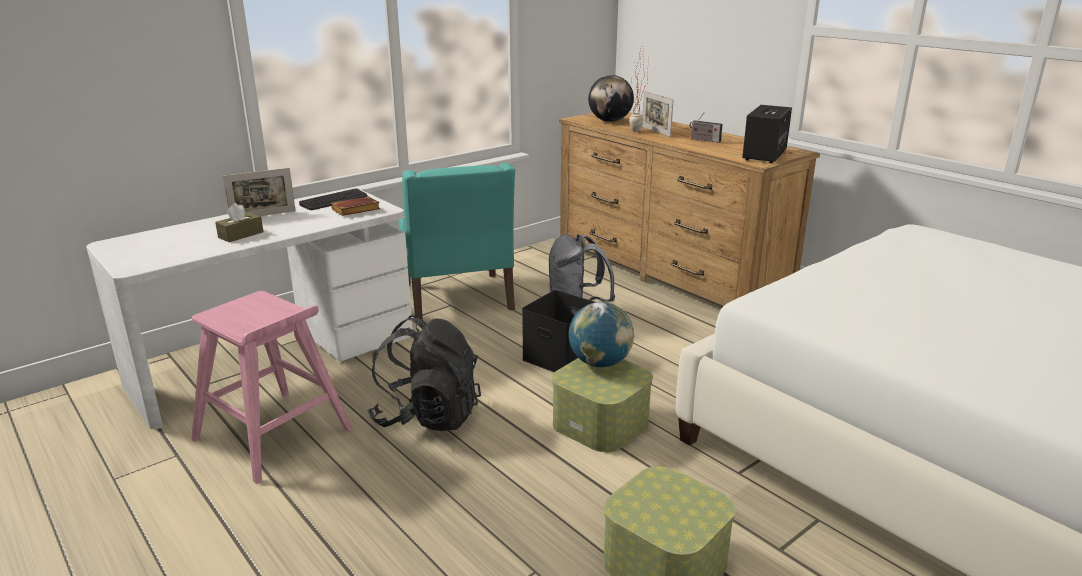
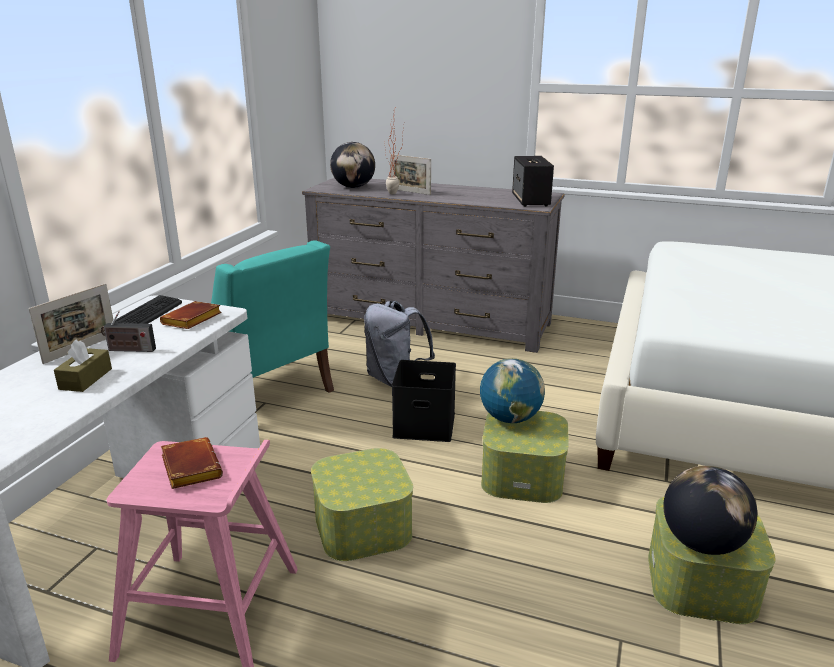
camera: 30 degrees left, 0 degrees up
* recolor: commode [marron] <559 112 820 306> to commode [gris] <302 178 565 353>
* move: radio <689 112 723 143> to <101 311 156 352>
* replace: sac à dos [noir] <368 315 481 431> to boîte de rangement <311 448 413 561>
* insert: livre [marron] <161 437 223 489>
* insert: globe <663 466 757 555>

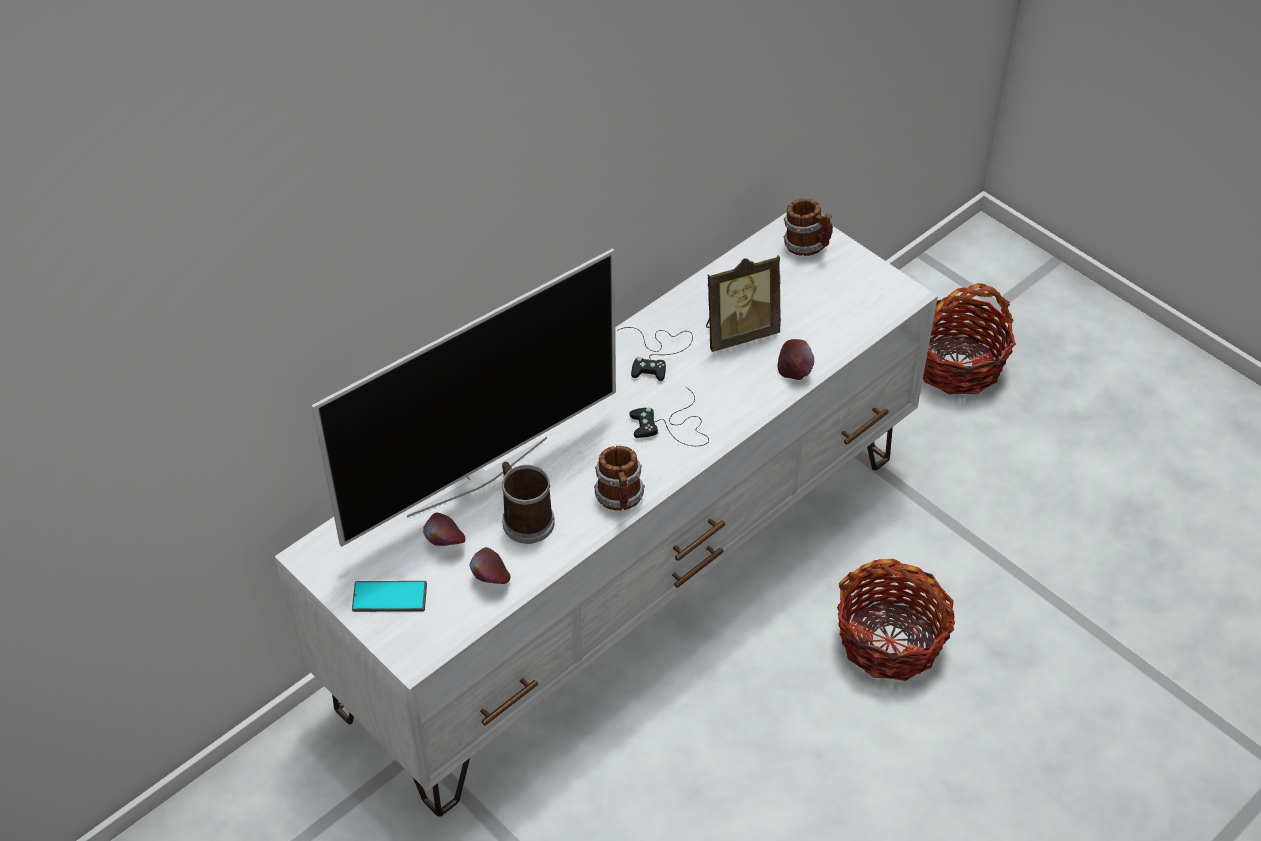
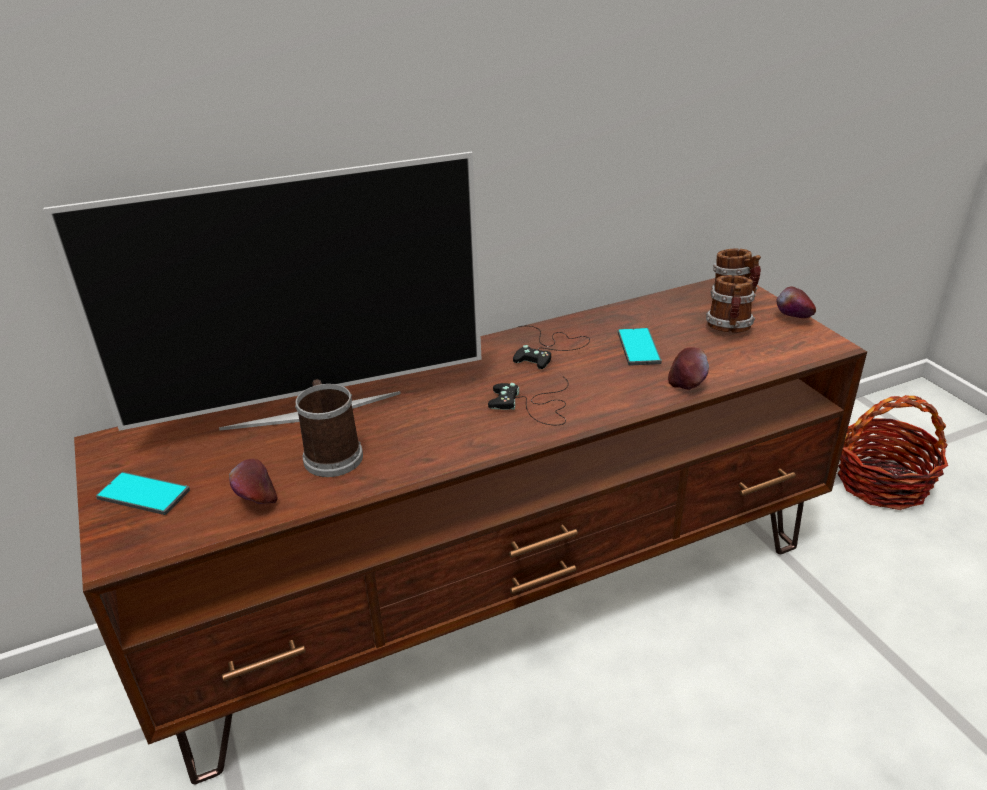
camera: 20 degrees right, 15 degrees down
* recolor: meuble télé [blanc] <275 212 938 817> to meuble télé [marron] <74 278 867 785>
* replace: cadre photo <706 255 781 352> to téléphone <618 328 662 366>
* move: mug <594 446 645 510> to <706 275 756 332>
* move: pomme <423 513 466 546> to <776 286 816 318>
* delete: panier <837 559 955 681>

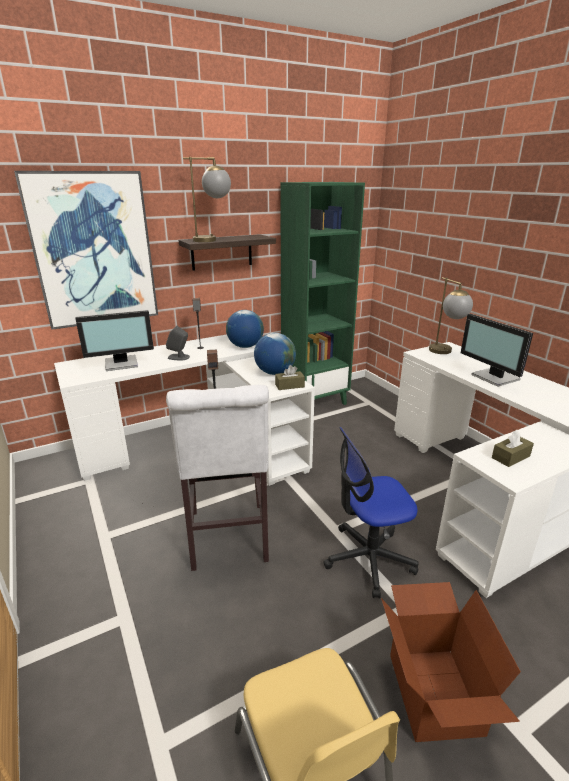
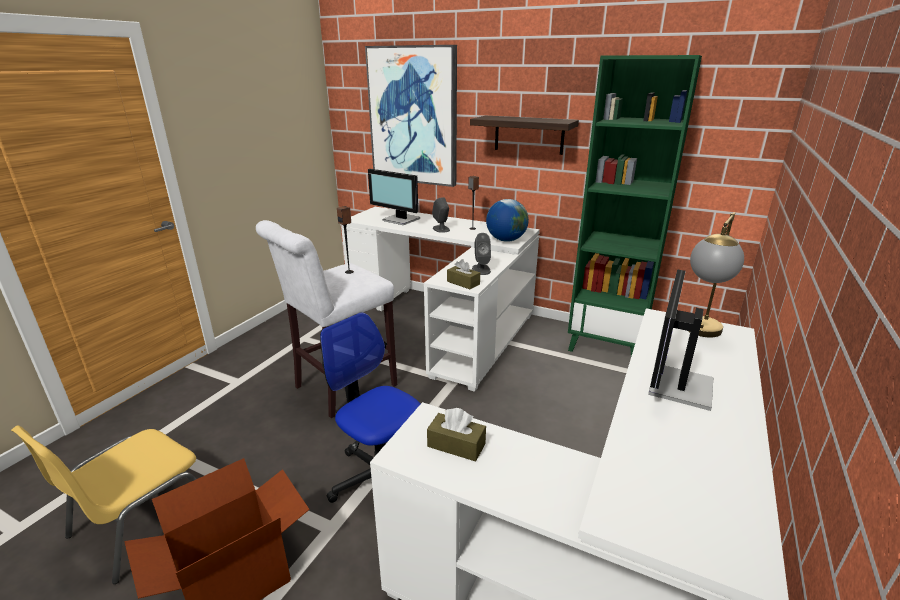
camera: 55 degrees right, 0 degrees up
* delete: lampe de table <183 157 231 242>
* replace: globe <254 333 296 375> to enceinte [gris] <472 233 491 275>

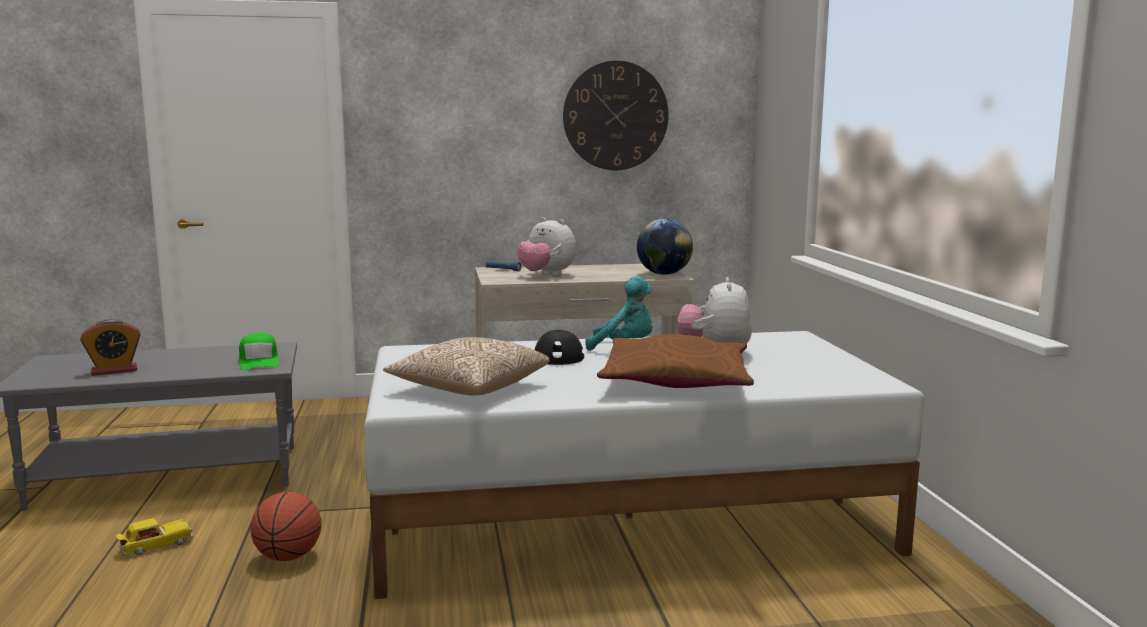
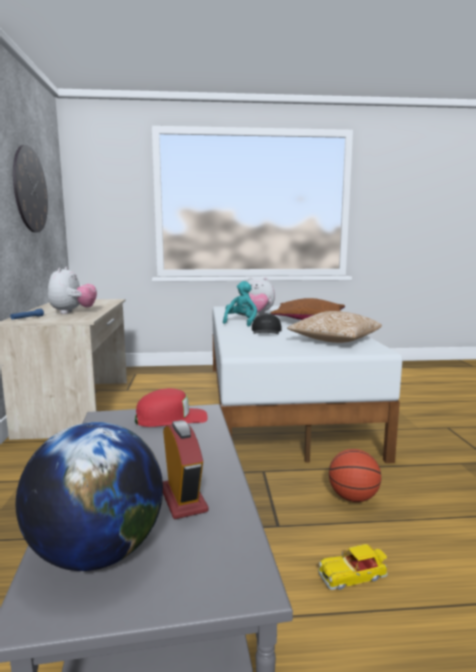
camera: 85 degrees left, 0 degrees up
* rotate: peluche <517 217 576 276> = <48 267 97 314> 45 degrees counterclockwise
* move: globe <637 218 693 275> to <16 422 163 571>
* recolor: casquette [vert] <239 333 279 370> to casquette [rouge] <135 388 208 427>
* rotate: petite voiture <116 518 193 556> = <318 544 387 590> 75 degrees counterclockwise

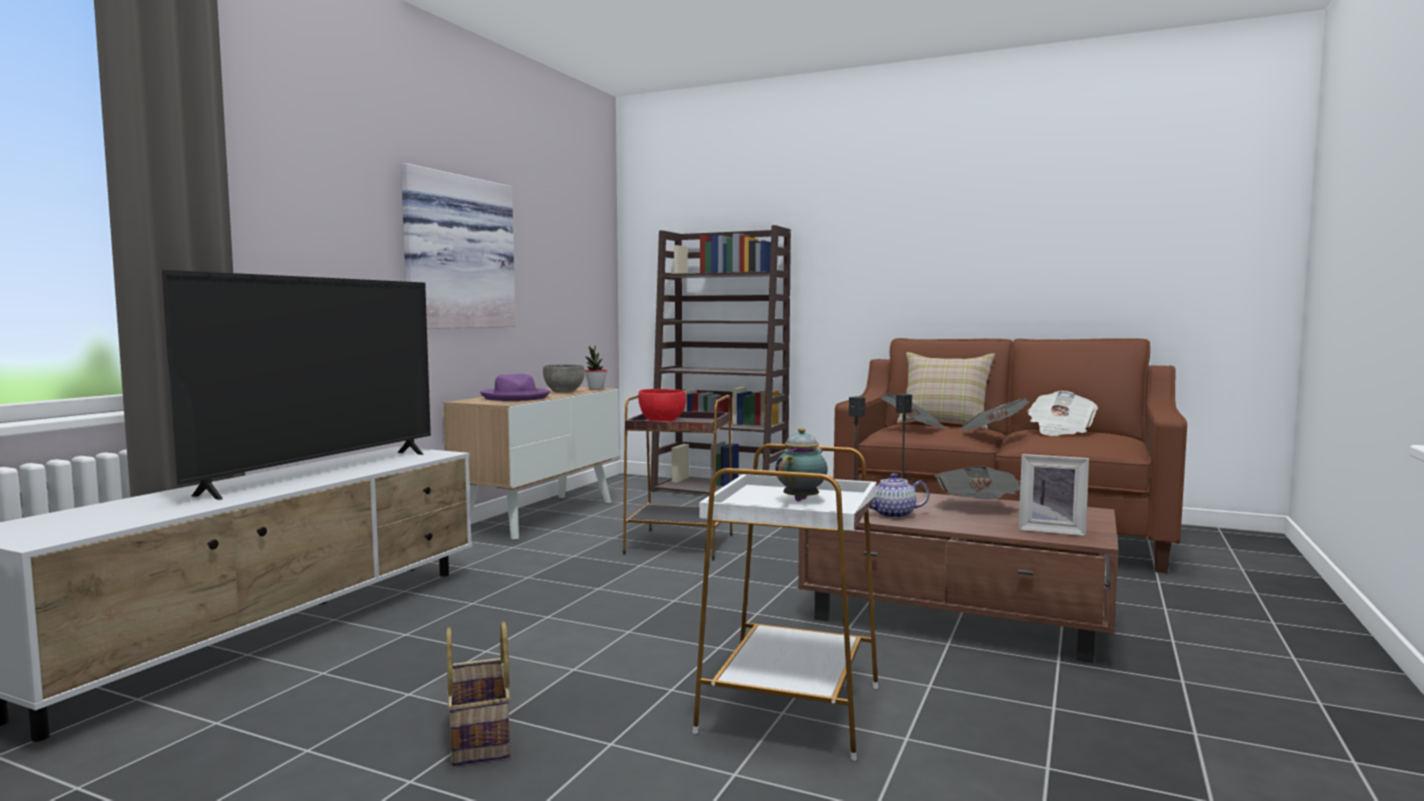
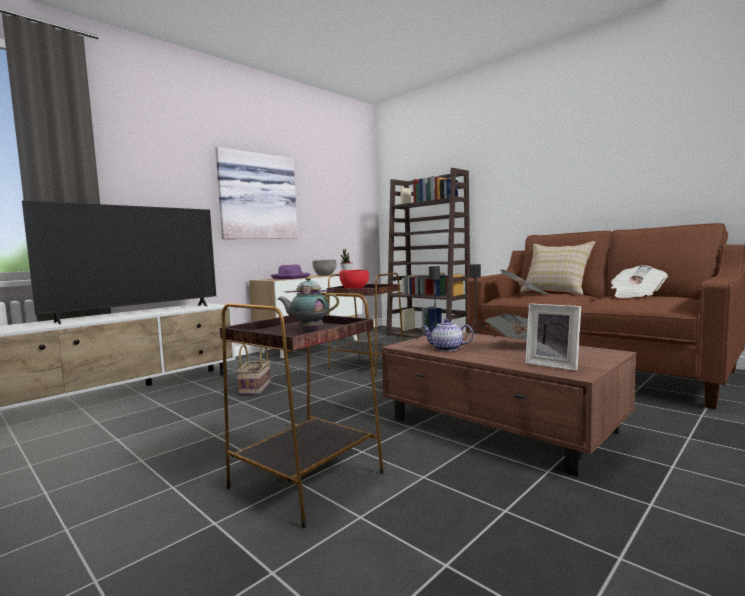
camera: 20 degrees right, 0 degrees up
* delete: journal <958 398 1030 430>
* rotate: théière <775 428 828 501> = <278 277 339 330> 135 degrees counterclockwise
* recolor: table d'appoint [blanc] <693 444 878 760> to table d'appoint [marron] <220 292 384 528>
* move: panier <446 621 510 766> to <236 344 271 395>

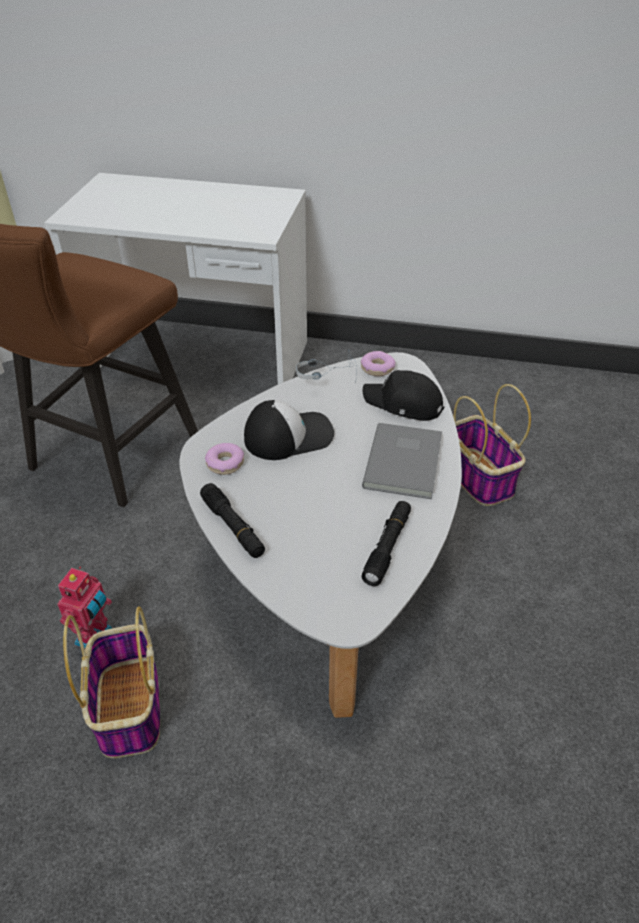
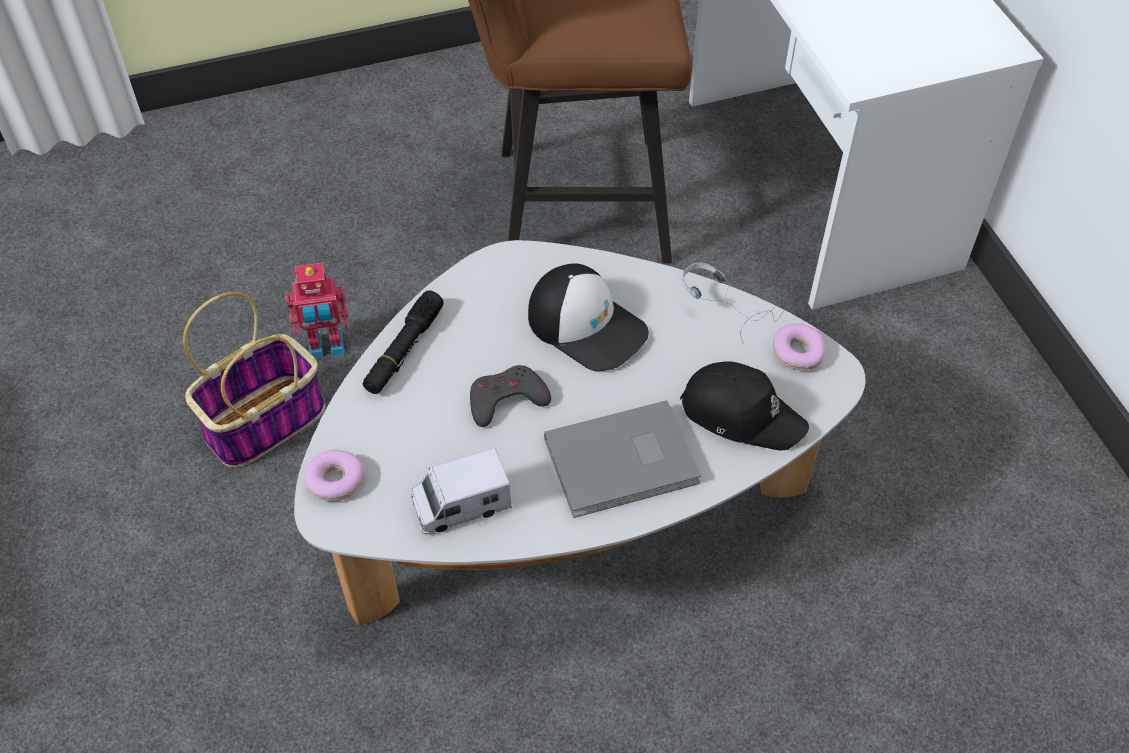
camera: 60 degrees right, 10 degrees up
* rotate: casquette [noir] <363 370 444 421> = <680 361 809 450> 120 degrees clockwise
* delete: panier <453 384 531 506>
* move: beignet <205 443 244 475> to <305 450 365 502>
* replace: lampe de poche [noir] <362 501 411 586> to camion jouet <411 448 512 535>
* insert: manette [gris] <470 365 551 427>

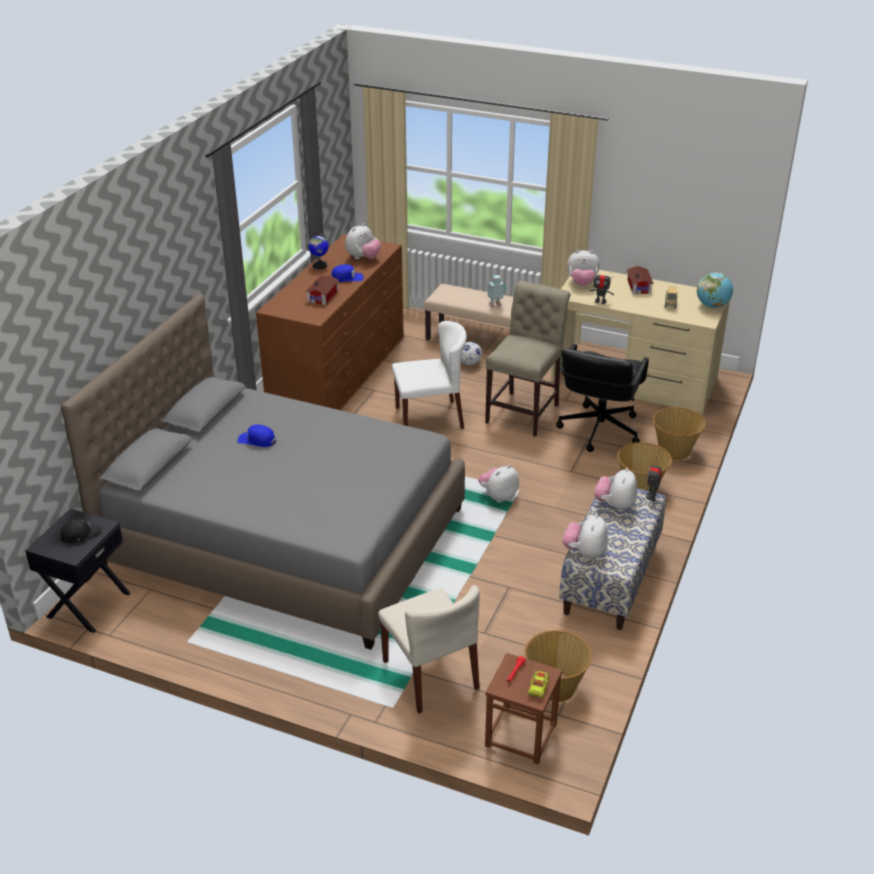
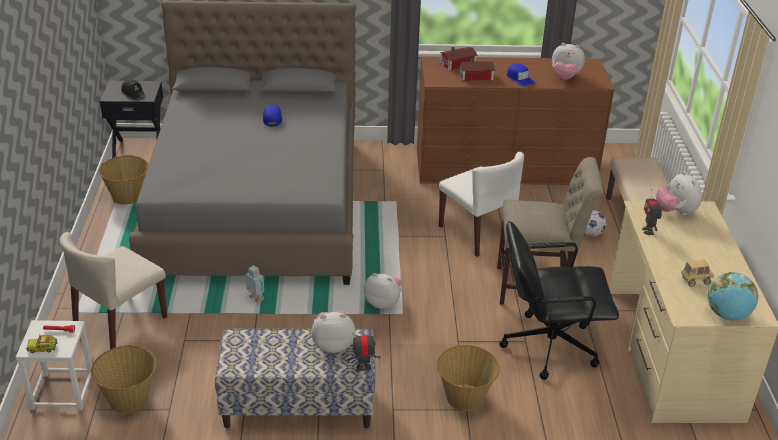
camera: 65 degrees right, 0 degrees up
* delete: globe <308 233 329 269>
* move: maison miniature <627 266 654 294> to <440 47 478 70>
* move: robot jouet <488 275 506 307> to <246 265 264 303>
* move: panier <653 407 706 460> to <99 155 149 205>
* delete: peluche <563 514 608 560>
* recolor: tabouret [marron] <485 653 562 764> to tabouret [blanc] <16 320 92 410>

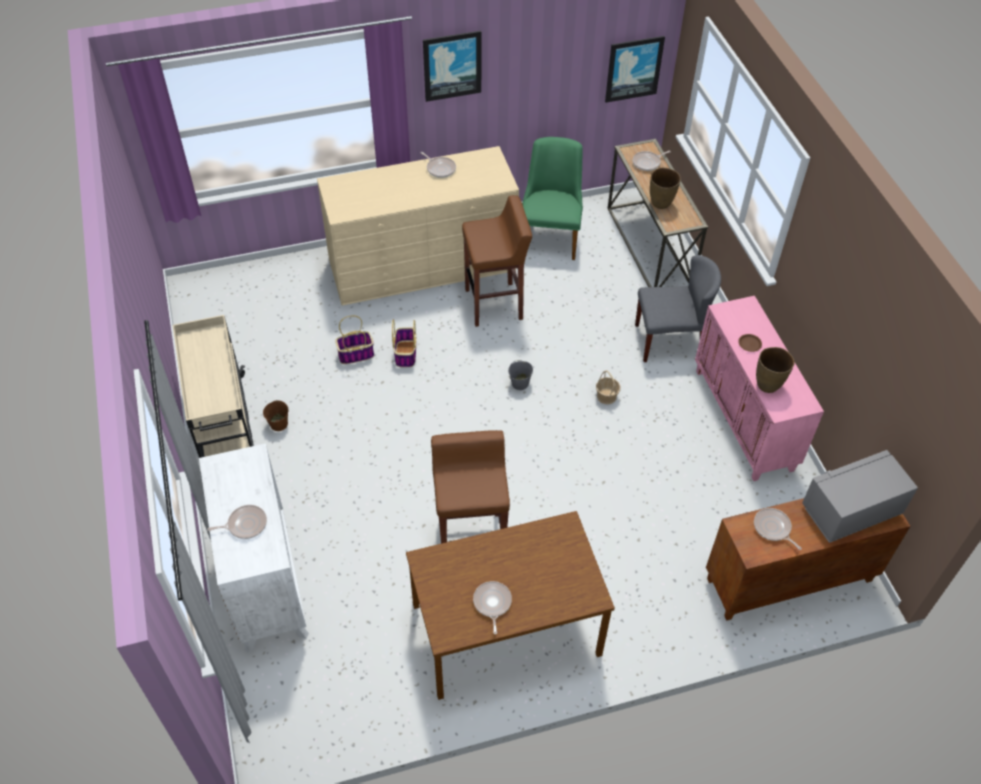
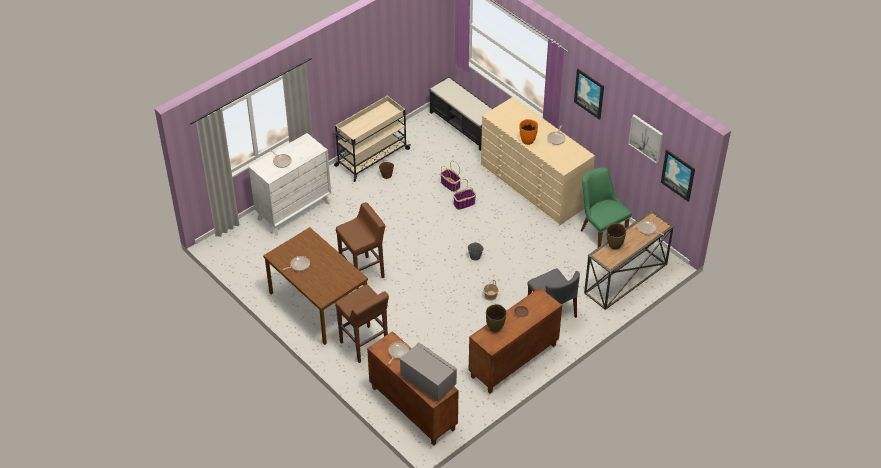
camera: 65 degrees right, 5 degrees down
* rotate: chaise [vert] <522 137 583 260> = <581 167 632 247> 105 degrees counterclockwise
* move: tabouret [marron] <462 195 532 327> to <335 285 389 363>
* recolor: meuble de rangement [rose] <695 296 824 481> to meuble de rangement [marron] <469 287 562 394>
* insert: banc [noir] <429 76 493 151>
* insert: tableau <628 114 663 164>
* insert: vase [orange] <520 119 538 145>

